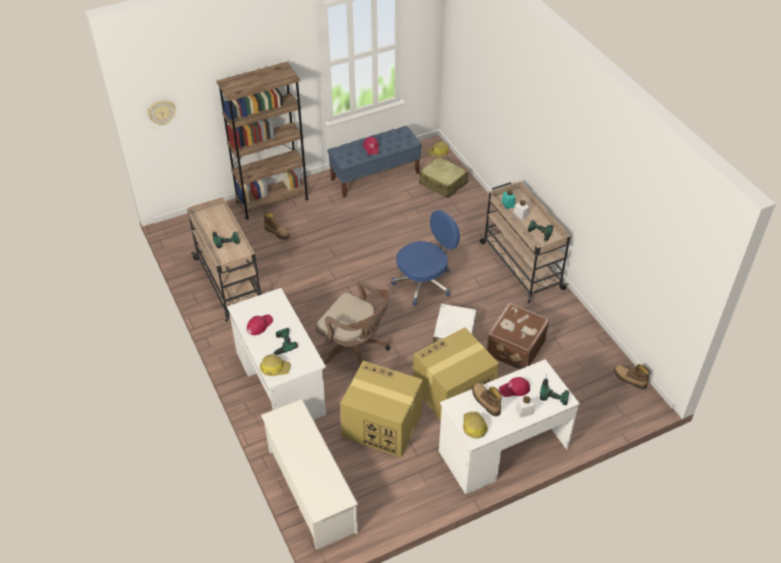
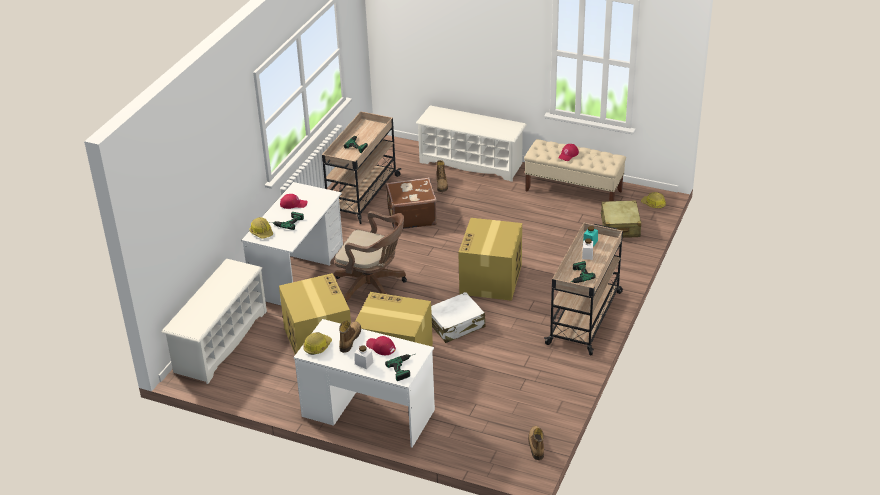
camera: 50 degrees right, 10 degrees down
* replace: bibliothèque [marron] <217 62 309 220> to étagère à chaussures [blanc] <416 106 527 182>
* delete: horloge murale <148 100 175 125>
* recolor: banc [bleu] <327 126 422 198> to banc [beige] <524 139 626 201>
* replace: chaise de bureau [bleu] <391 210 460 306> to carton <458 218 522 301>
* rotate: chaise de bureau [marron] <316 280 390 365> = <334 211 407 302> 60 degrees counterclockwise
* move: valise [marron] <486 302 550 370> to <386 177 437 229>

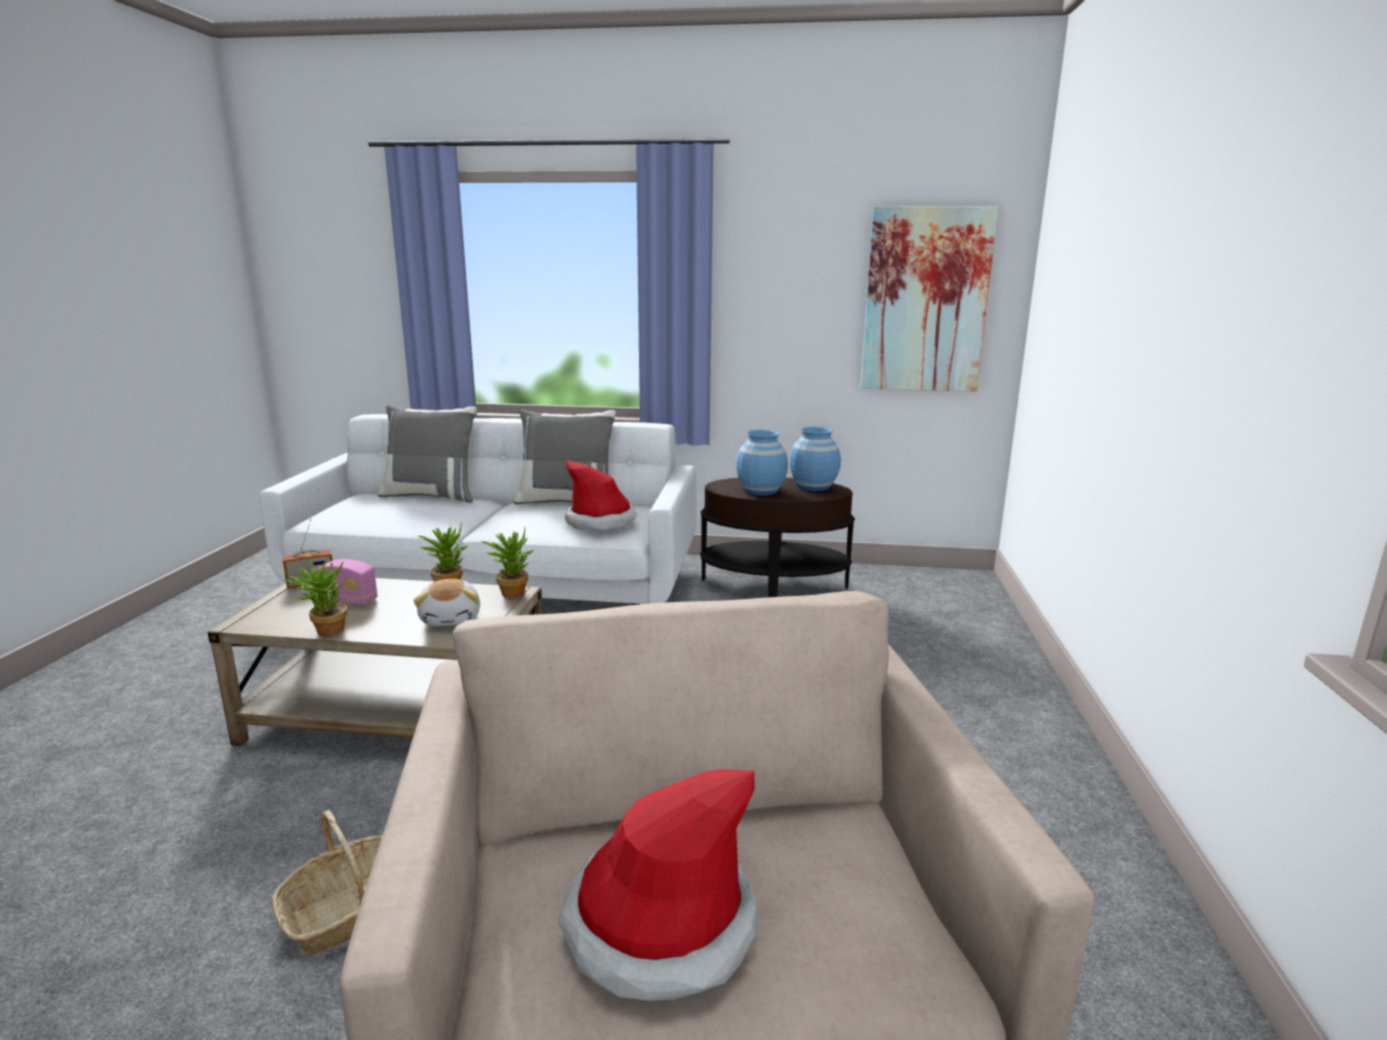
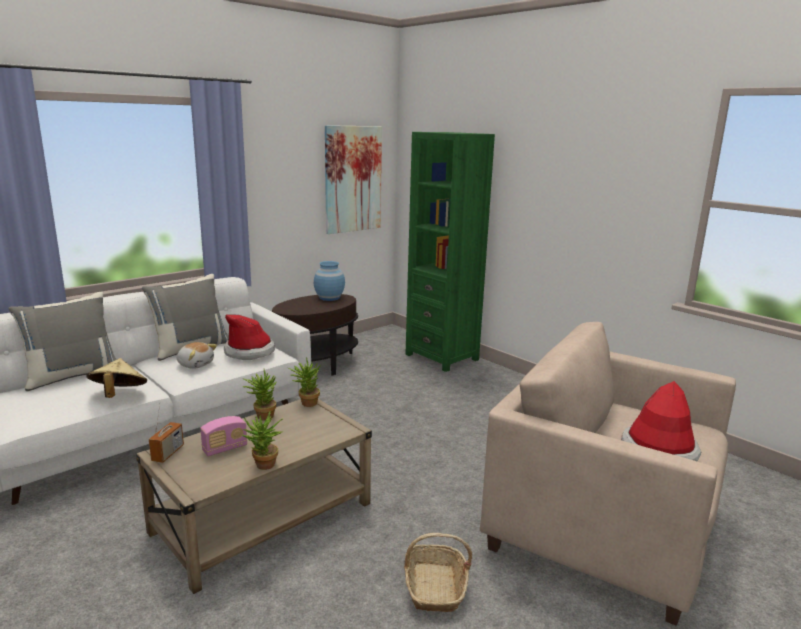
camera: 50 degrees left, 0 degrees up
* delete: vase [bleu] <736 430 788 495>
* move: peluche <413 579 480 626> to <177 342 217 369>
* insert: bibliothèque [vert] <405 132 495 372>
* insert: chapeau [beige] <86 358 147 398>

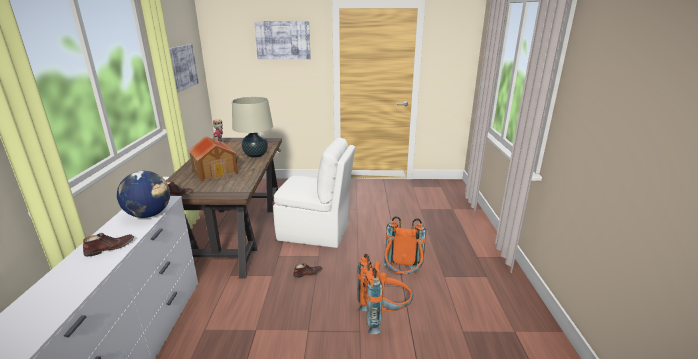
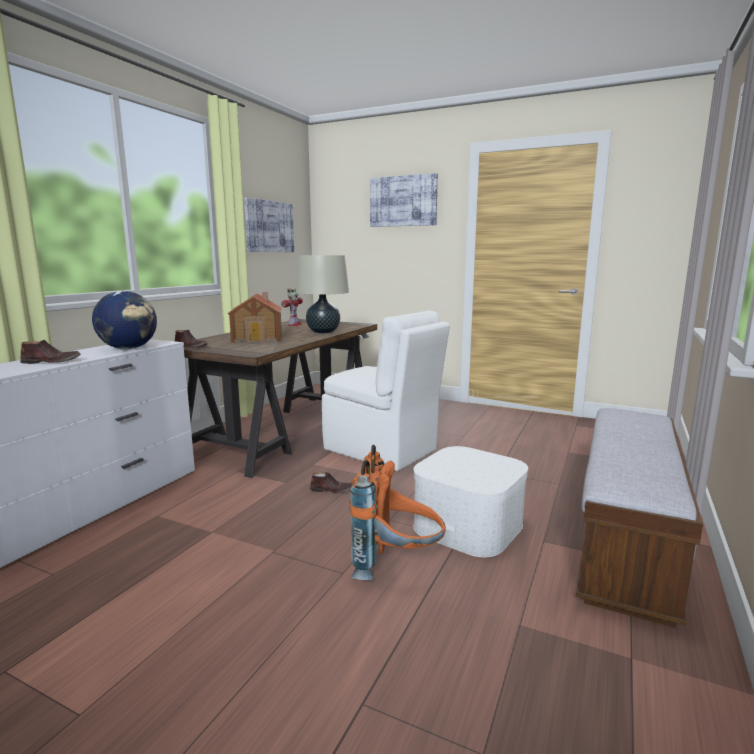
camera: 25 degrees right, 10 degrees down
* replace: sac à dos [orange] <383 216 426 275> to boîte de rangement [blanc] <413 446 528 557>
* insert: banc <576 408 703 628>

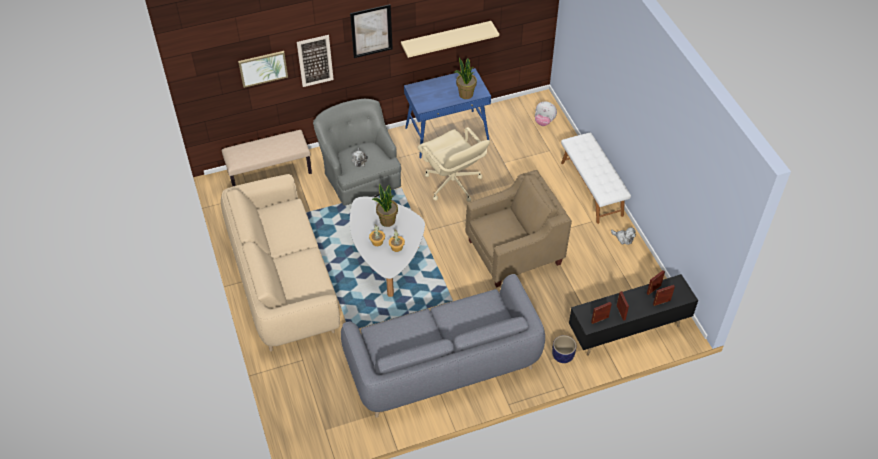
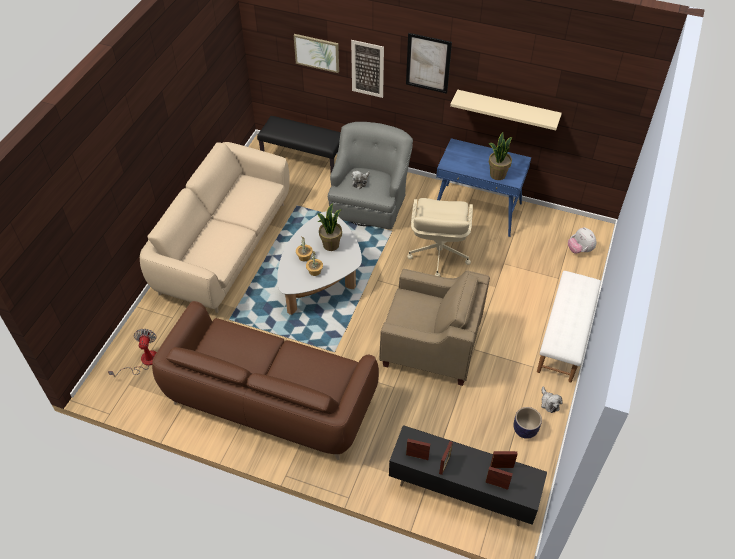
camera: 40 degrees right, 0 degrees up
* recolor: banc [beige] <222 130 312 187> to banc [noir] <257 116 341 172>
* recolor: canapé [gris] <341 274 545 418> to canapé [marron] <152 301 379 460>
* move: cache-pot <552 335 576 363> to <514 407 542 439>
* insert: ventilateur <108 329 157 376>

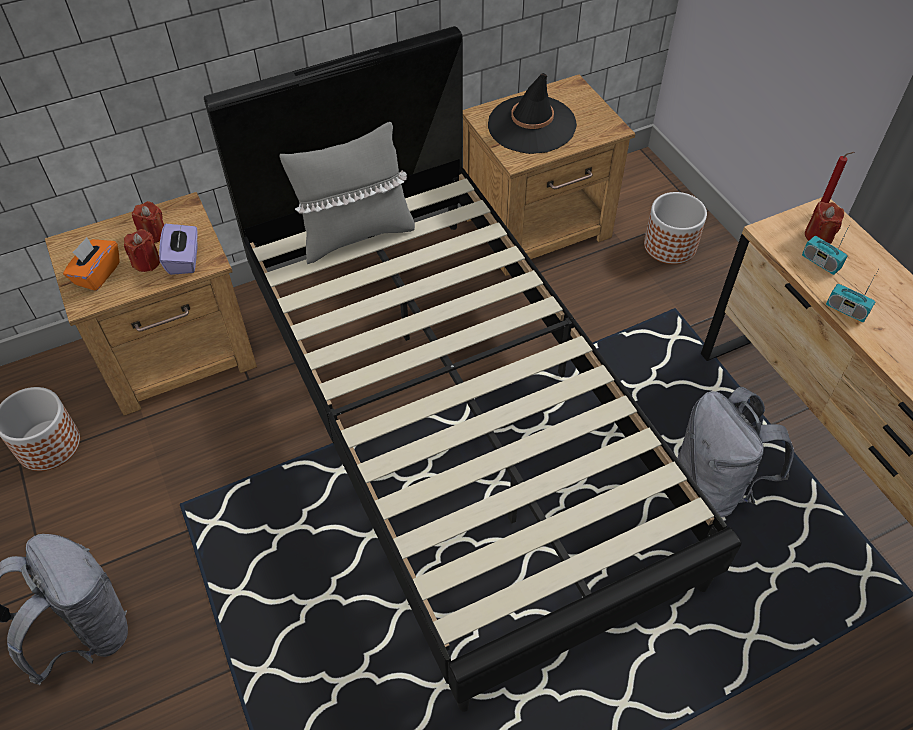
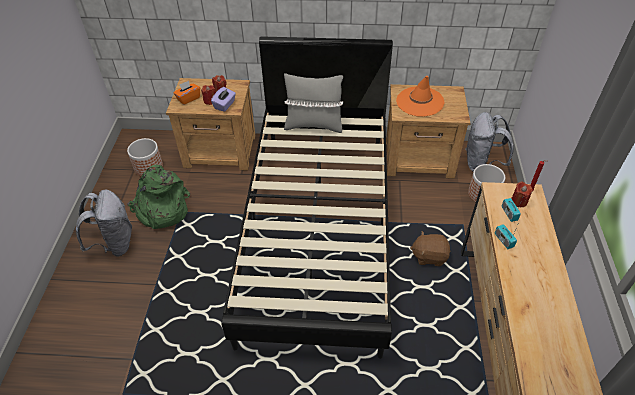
camera: 30 degrees right, 5 degrees down
* recolor: chapeau [noir] <488 73 577 154> to chapeau [orange] <396 76 444 117>
* move: sac à dos [gris] <677 387 794 517> to <465 112 514 172>
* insert: sac à dos [vert] <127 165 190 229>
* insert: peluche [marron] <410 231 450 266>

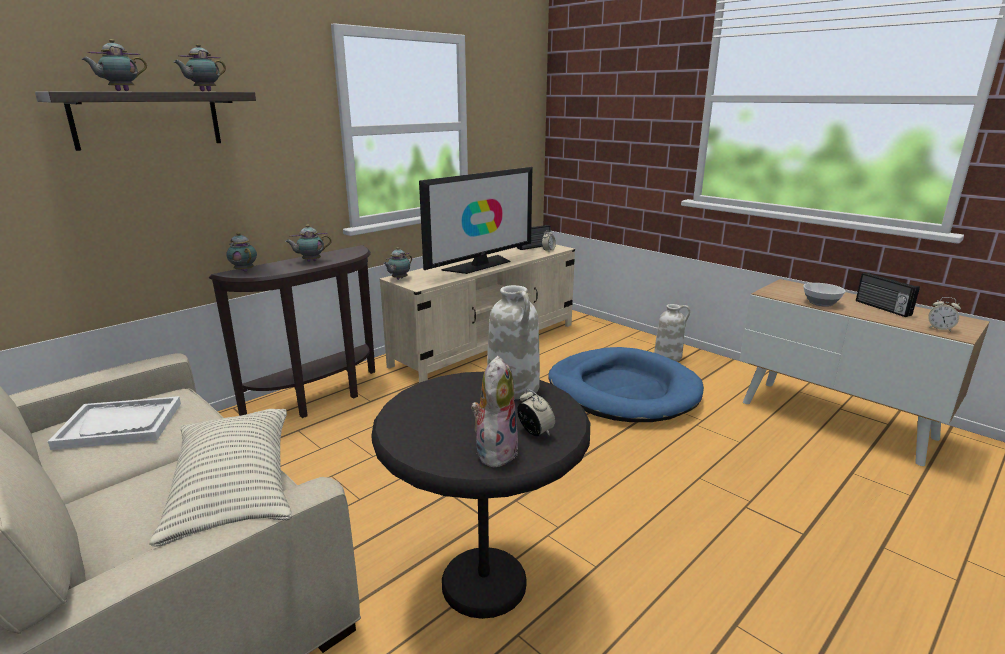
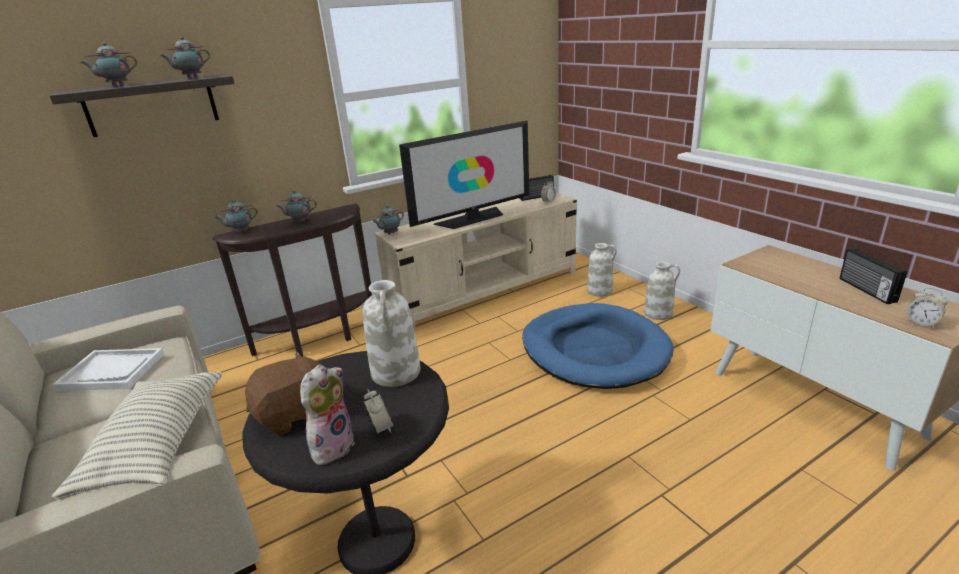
camera: 15 degrees right, 5 degrees up
* rotate: théière <226 232 257 272> = <214 199 258 233> 90 degrees counterclockwise
* delete: bol <803 283 846 307>
* insert: vase [blanc] <587 243 617 297>
* insert: peluche [marron] <245 351 321 435>

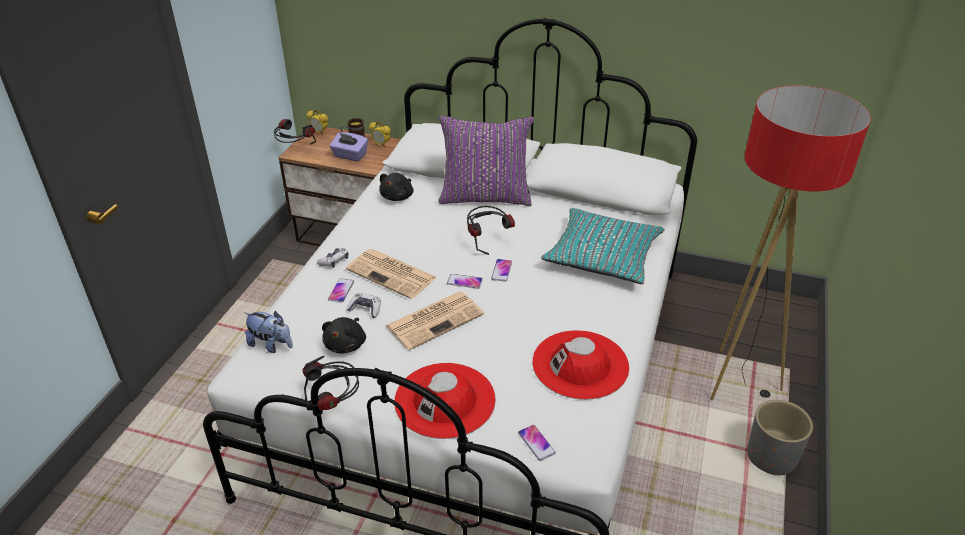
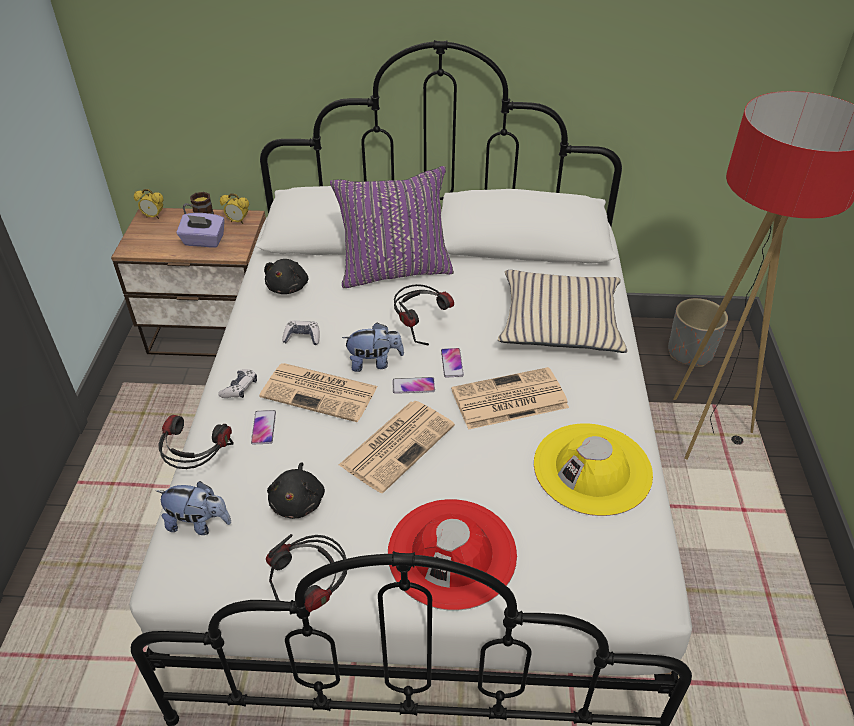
camera: 15 degrees left, 5 degrees up
* move: casque audio <274 119 316 144> to <158 415 234 469>
* recolor: coussin [turquoise] <541 208 665 284> to coussin [beige] <498 270 628 353>
* move: manette <347 293 381 318> to <282 320 320 345>
* recolor: chapeau [rouge] <532 330 629 400> to chapeau [jaune] <534 423 653 516>
* move: cache-pot [gris] <747 400 813 476> to <668 298 728 367>
* delete: téléphone <518 425 556 461>
* insert: peluche <342 322 404 372>
* insert: journal <451 367 569 430>

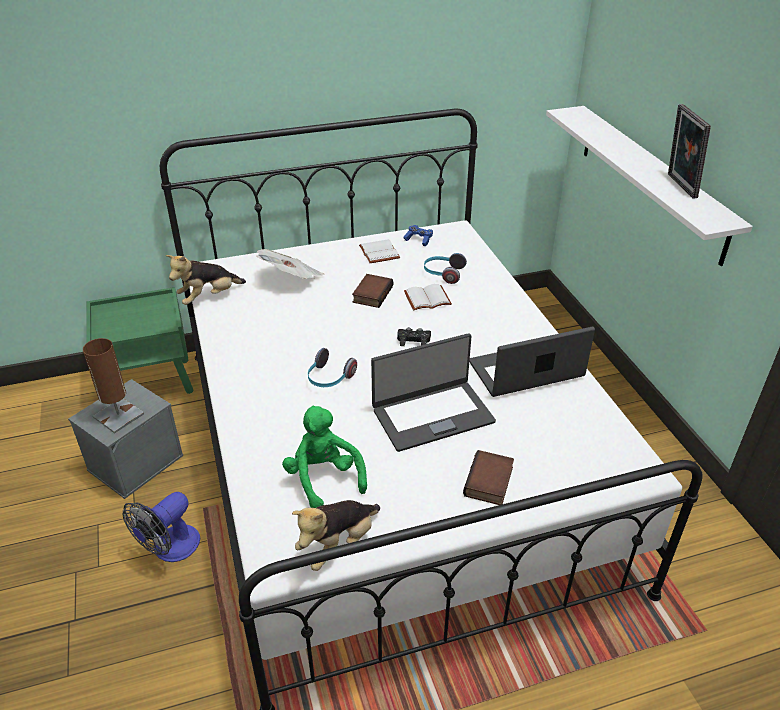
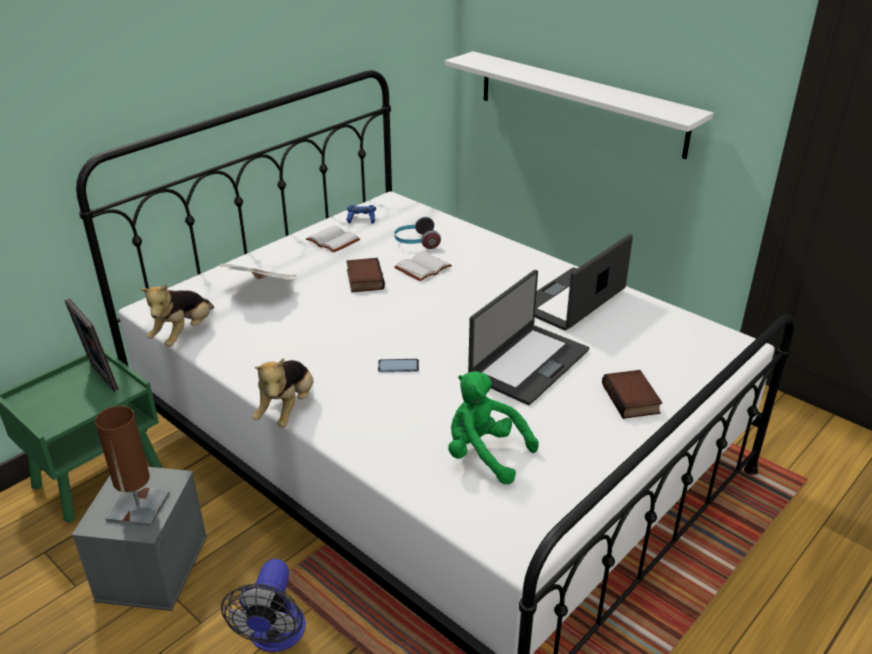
camera: 30 degrees left, 5 degrees down
* move: cadre photo <668 104 711 199> to <64 298 119 392>
* delete: manette [noir] <397 327 431 346>
* replace: casque audio <308 348 357 387> to téléphone <378 359 419 372>
* move: peluche <292 500 380 571> to <252 358 314 428>

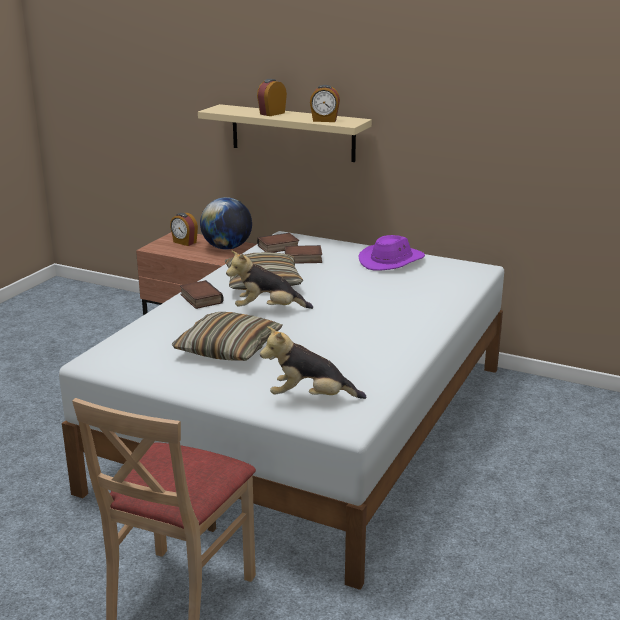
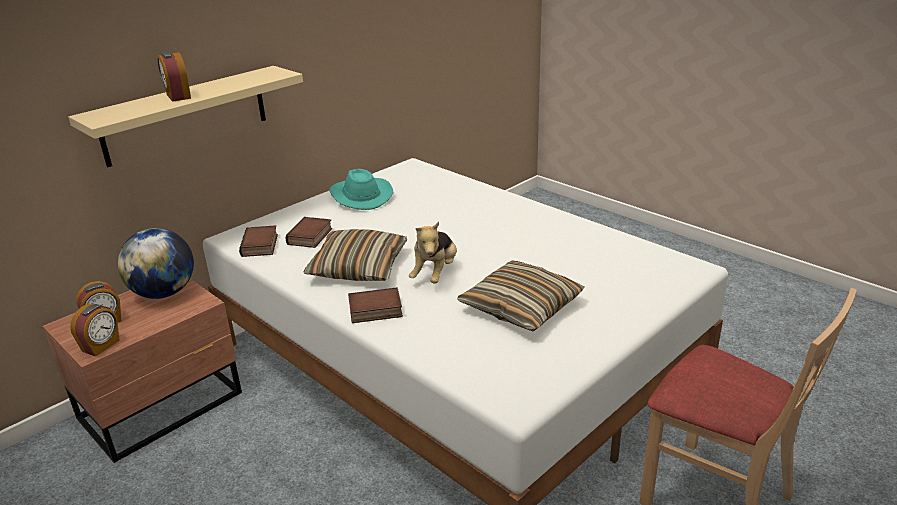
camera: 70 degrees left, 5 degrees up
* move: réveil <310 85 340 122> to <70 304 120 357>
* recolor: chapeau [violet] <358 235 425 271> to chapeau [turquoise] <329 169 393 210>
* delete: peluche <260 326 366 399>

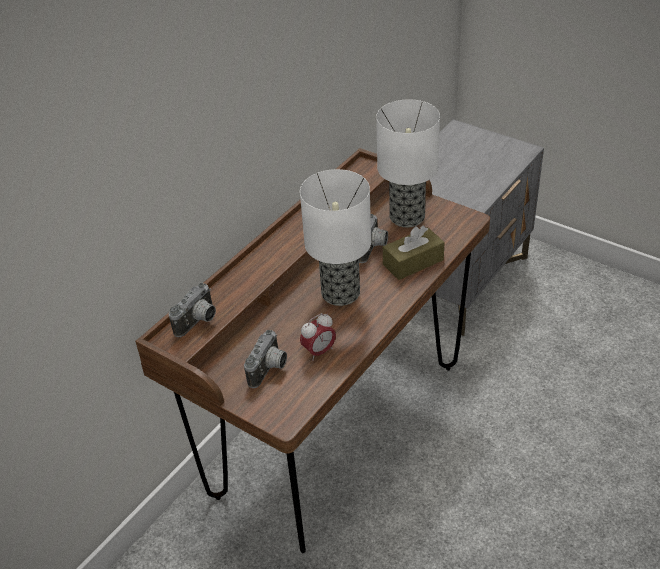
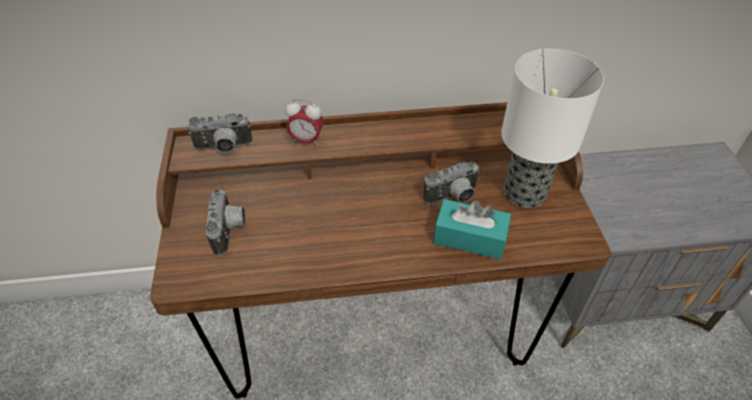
camera: 45 degrees right, 5 degrees up
* delete: lampe de table <300 169 371 306>
* recolor: boîte à mouchoirs [marron] <383 226 444 280> to boîte à mouchoirs [turquoise] <433 199 511 259>
* move: réveil <300 313 336 361> to <285 99 324 146>
* rotate: appareil photo <244 330 287 388> = <206 189 246 256> 75 degrees counterclockwise

